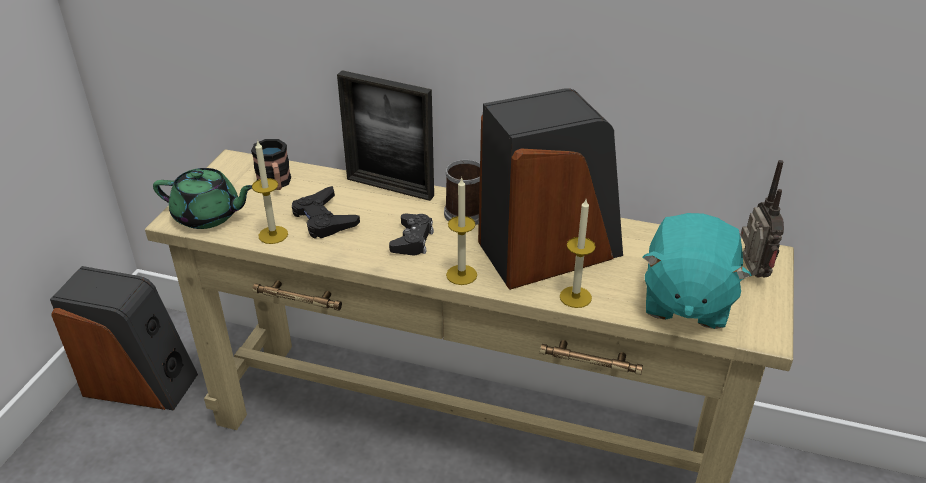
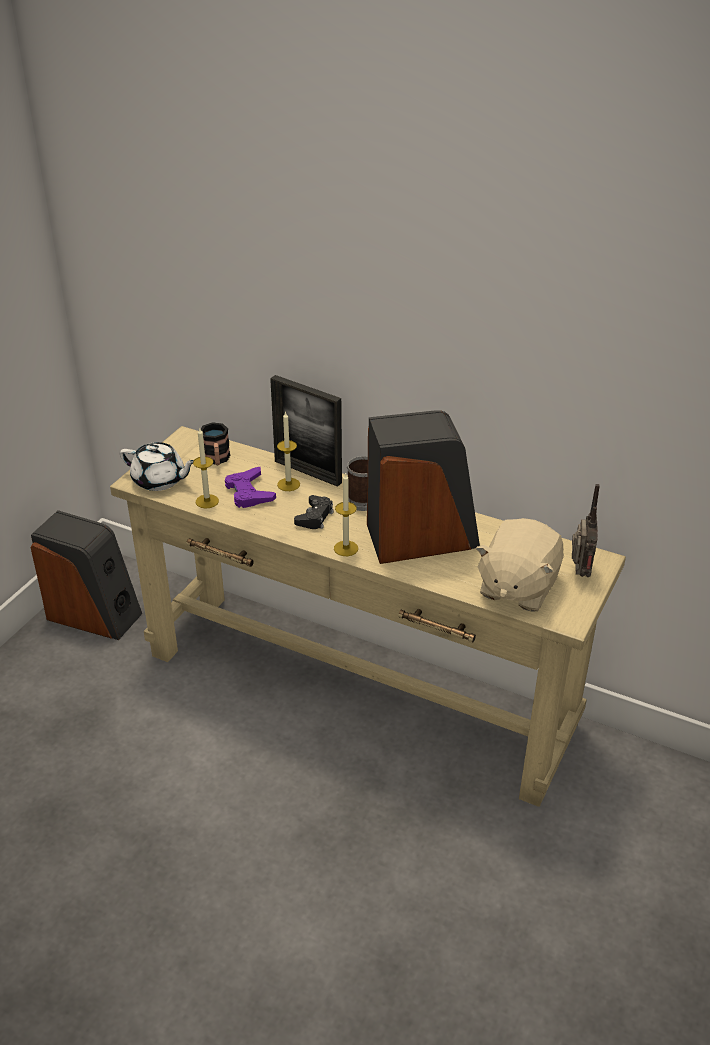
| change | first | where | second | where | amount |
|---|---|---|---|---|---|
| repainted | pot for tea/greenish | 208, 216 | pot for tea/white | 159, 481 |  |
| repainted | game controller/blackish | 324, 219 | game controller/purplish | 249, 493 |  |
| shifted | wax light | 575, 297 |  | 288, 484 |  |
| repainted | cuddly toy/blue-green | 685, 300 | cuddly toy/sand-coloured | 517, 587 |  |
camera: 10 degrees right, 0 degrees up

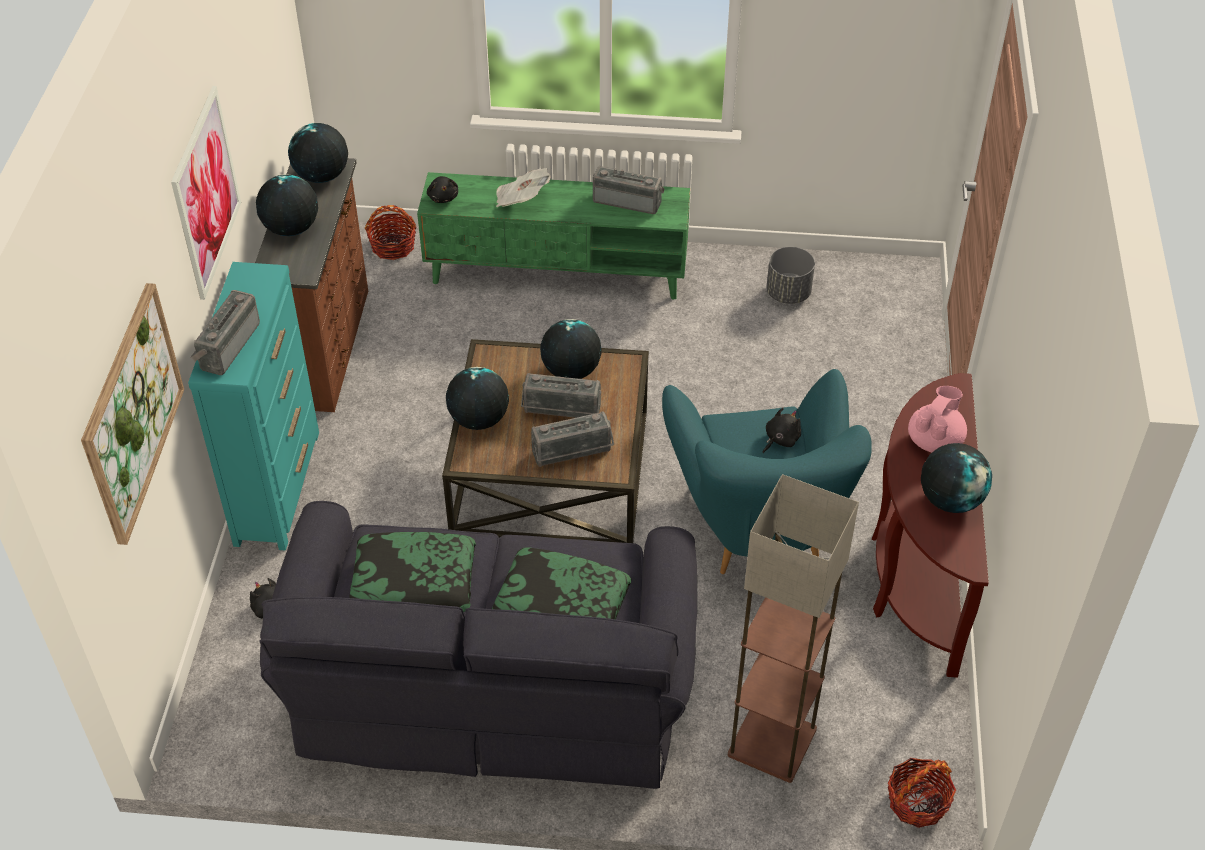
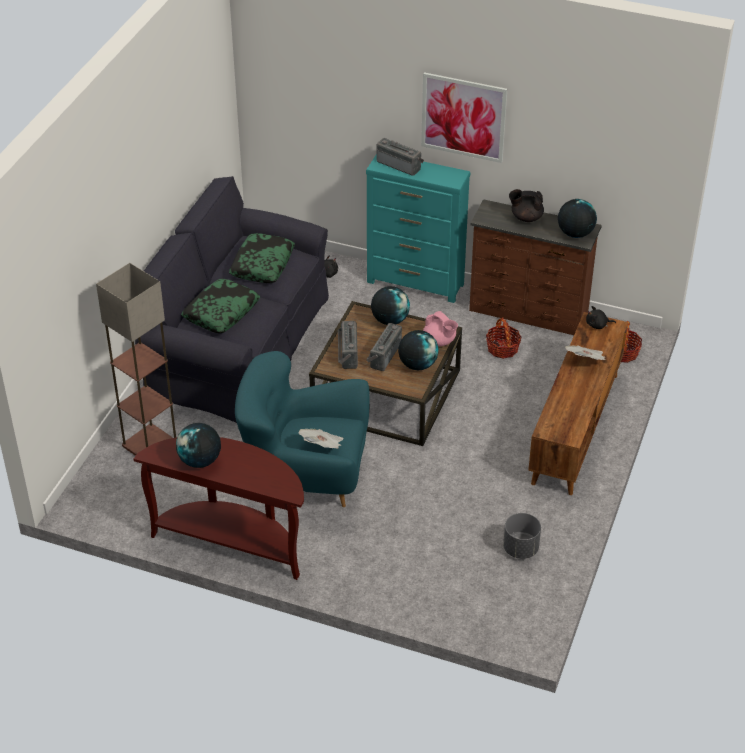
| change | first | where | second | where | amount |
|---|---|---|---|---|---|
| swapped | cuddly toy/blackish | 780, 439 | printed paper | 322, 446 |  |
| shifted | pot for tea/pink | 935, 440 |  | 439, 341 |  |
| shifted | household basket | 917, 802 |  | 502, 348 |  |
| swapped | desk globe | 291, 229 | pot for tea/blackish | 526, 217 |  |
| repainted | media console/greenish | 558, 272 | media console/brown-coloured | 575, 428 |  |
| gone | wall art | 131, 412 |  |  |  |
| gone | radio receiver | 628, 200 |  |  |  |
camera: 105 degrees right, 5 degrees down

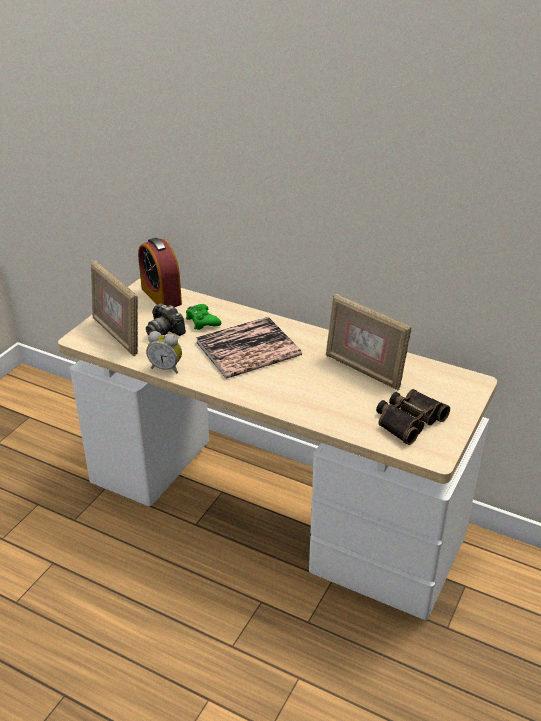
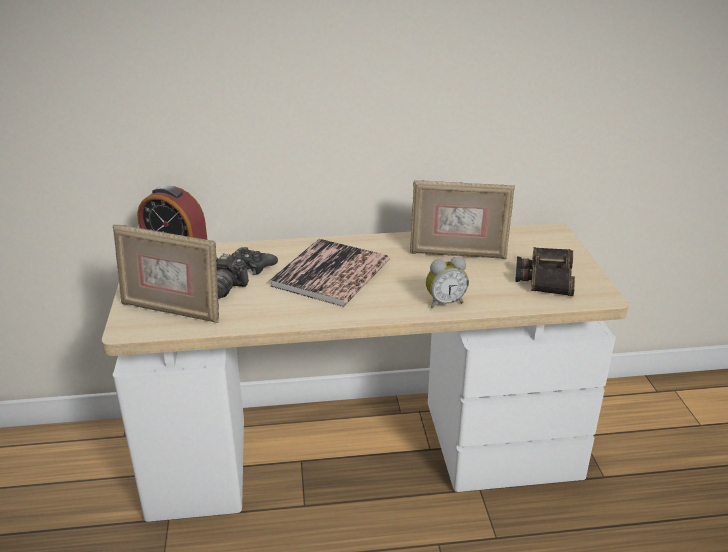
| change | first | where | second | where | amount |
|---|---|---|---|---|---|
| repainted | game controller/greenish | 202, 321 | game controller/blackish | 252, 266 |  |
| shifted | alarm clock | 166, 368 |  | 444, 302 |  |
camera: 35 degrees left, 5 degrees down

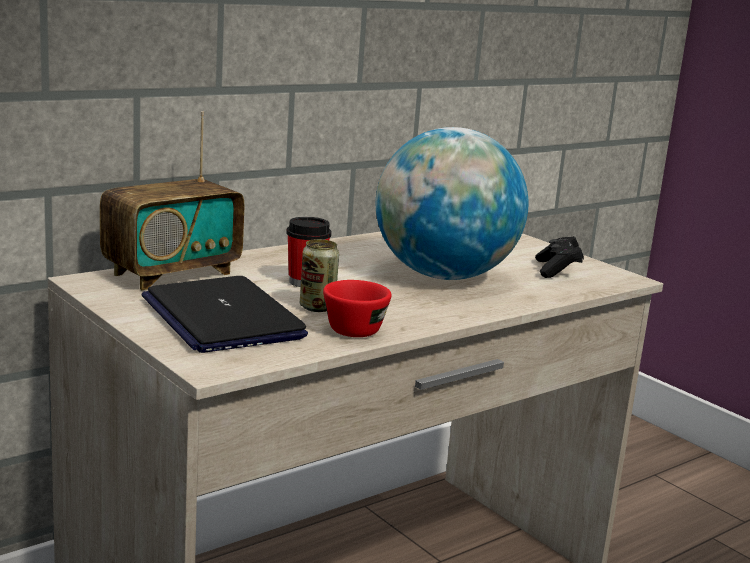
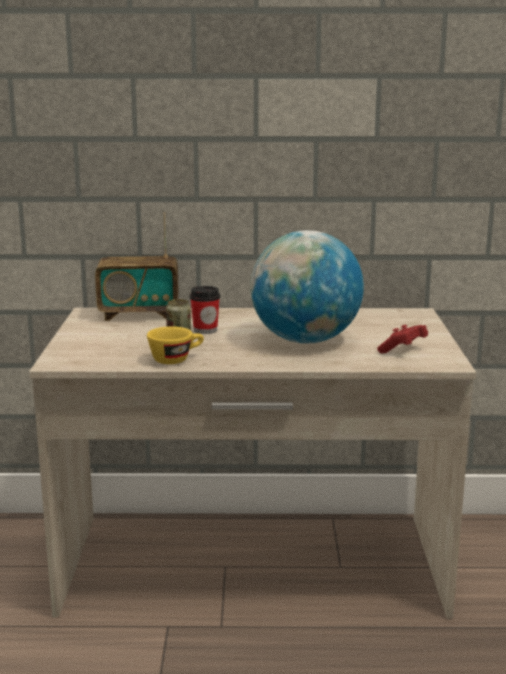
| change | first | where | second | where | amount |
|---|---|---|---|---|---|
| repainted | cup/red-coloured | 357, 328 | cup/yellowish | 176, 359 |  |
| repainted | game controller/blackish | 557, 270 | game controller/red-coloured | 403, 350 |  |
| gone | laptop | 221, 317 |  |  |  |
camera: 40 degrees right, 0 degrees up

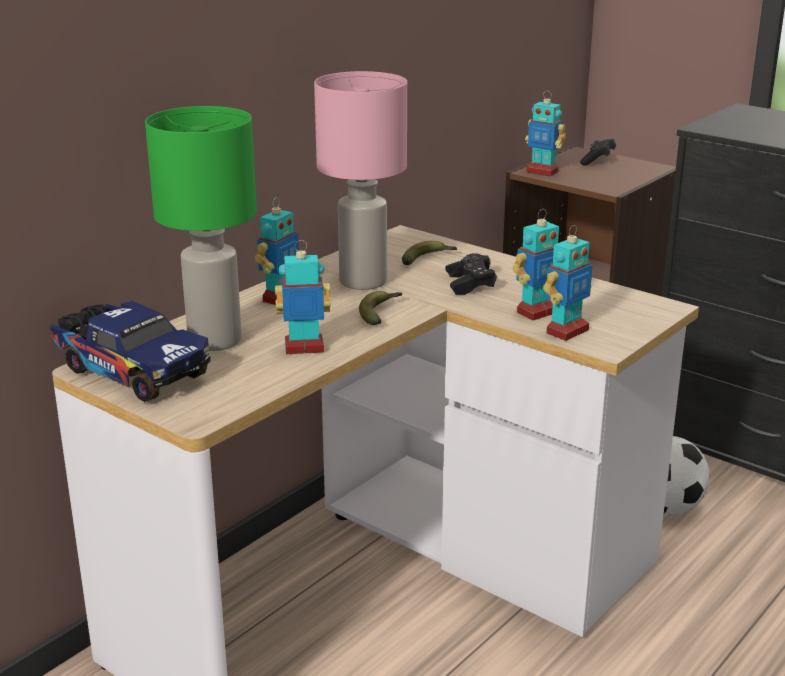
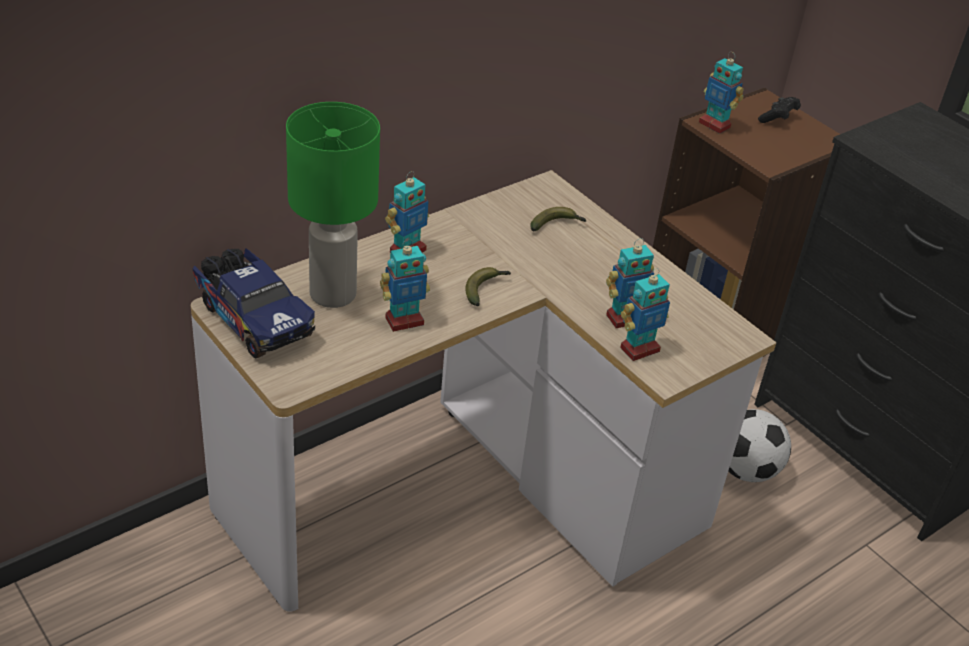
| change | first | where | second | where | amount |
|---|---|---|---|---|---|
| rotated | robot figure | 304, 348 |  | 404, 321 | 150 degrees clockwise |
| gone | table lamp/pink | 361, 281 |  |  |  |
| gone | game controller/blackish | 470, 284 |  |  |  |
camera: 10 degrees right, 15 degrees up

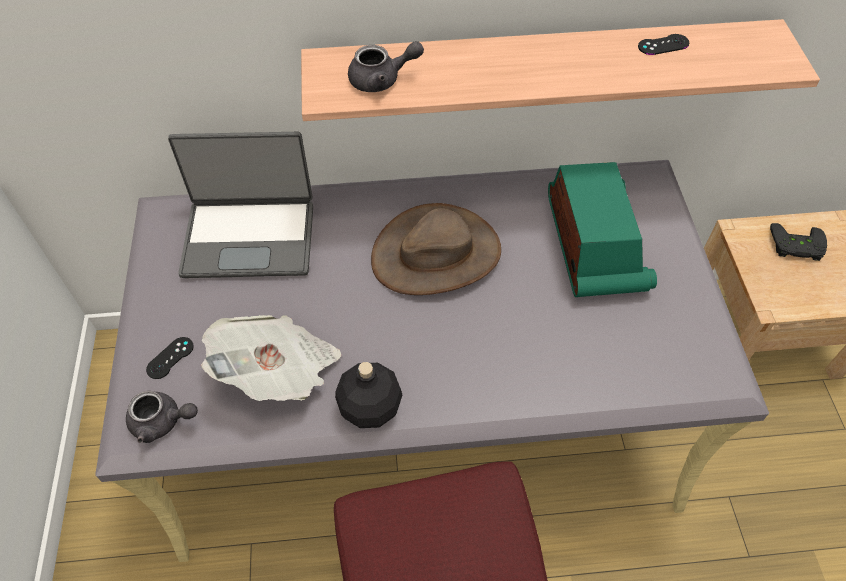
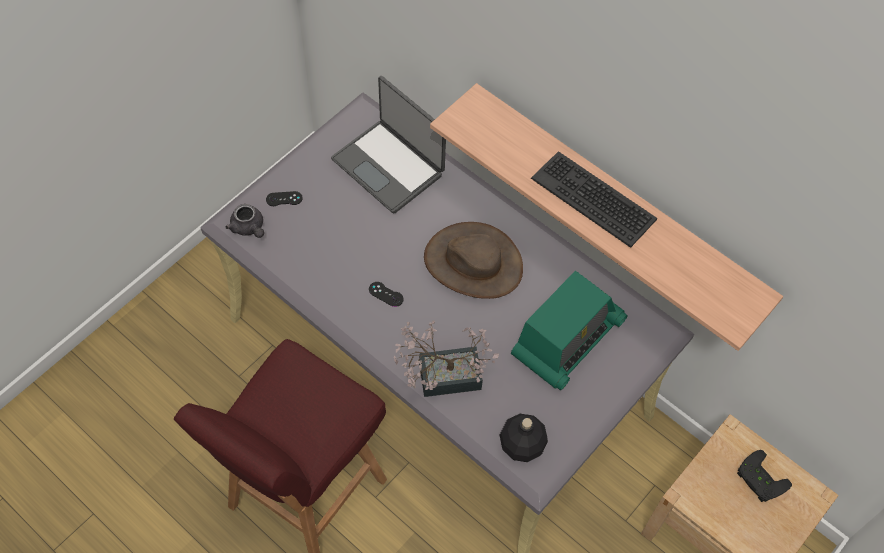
| change | first | where | second | where | amount |
|---|---|---|---|---|---|
| shifted | game controller/blackish | 663, 45 |  | 386, 294 |  |
| new |  |  | houseplant | 441, 376 |  |
| shifted | beverage bottle/blackish | 371, 408 |  | 522, 446 |  |
| new |  |  | computer keyboard | 594, 198 |  |
| gone | printed paper | 279, 371 |  |  |  |
| gone | pot for tea/greyish | 382, 80 |  |  |  |
camera: 45 degrees right, 5 degrees up

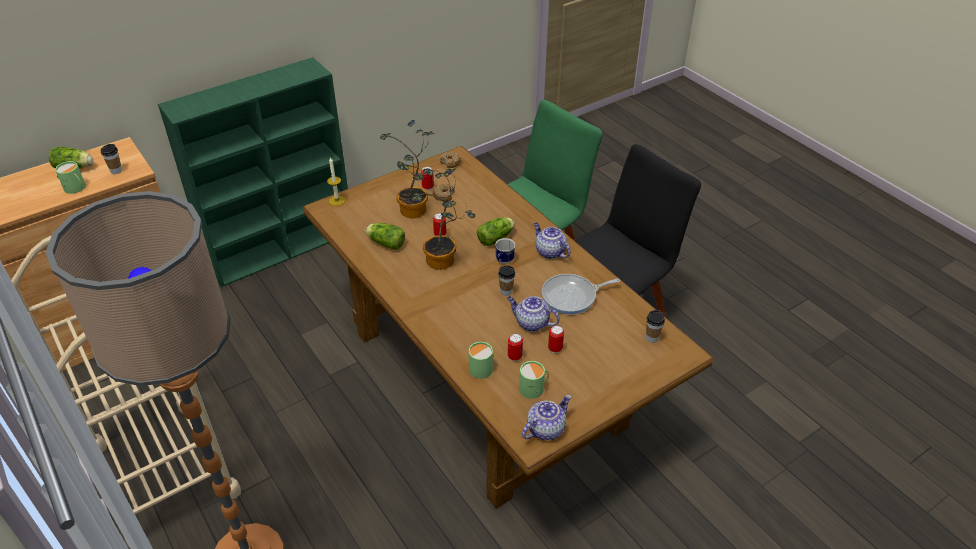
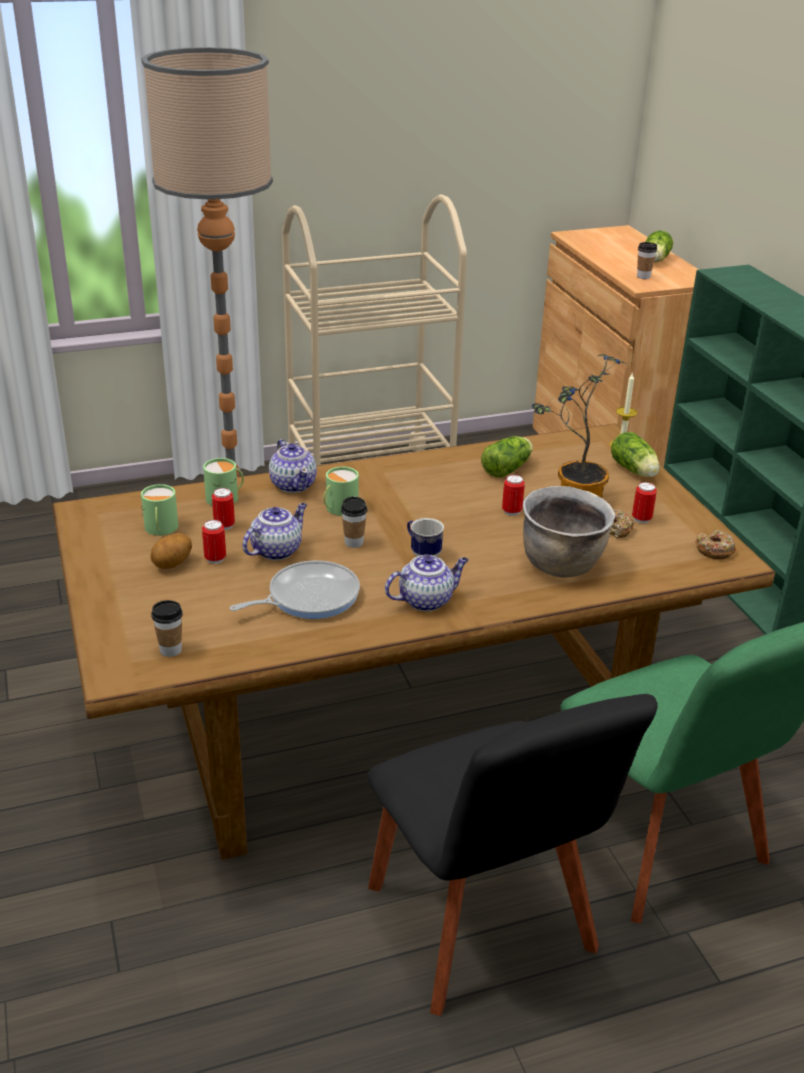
| change | first | where | second | where | amount |
|---|---|---|---|---|---|
| new |  |  | spud | 173, 564 |  |
| rotated | frying pan | 572, 297 |  | 308, 597 | 60 degrees clockwise |
| shifted | pot for tea | 545, 429 |  | 293, 484 |  |
| shifted | coffee mug/greenish | 76, 188 |  | 339, 508 |  |
| new |  |  | saucepot/brown-coloured | 562, 565 |  |
| shifted | head of lettuce | 497, 238 |  | 635, 471 |  |
| gone | houseplant | 444, 262 |  |  |  |
camera: 105 degrees right, 10 degrees down

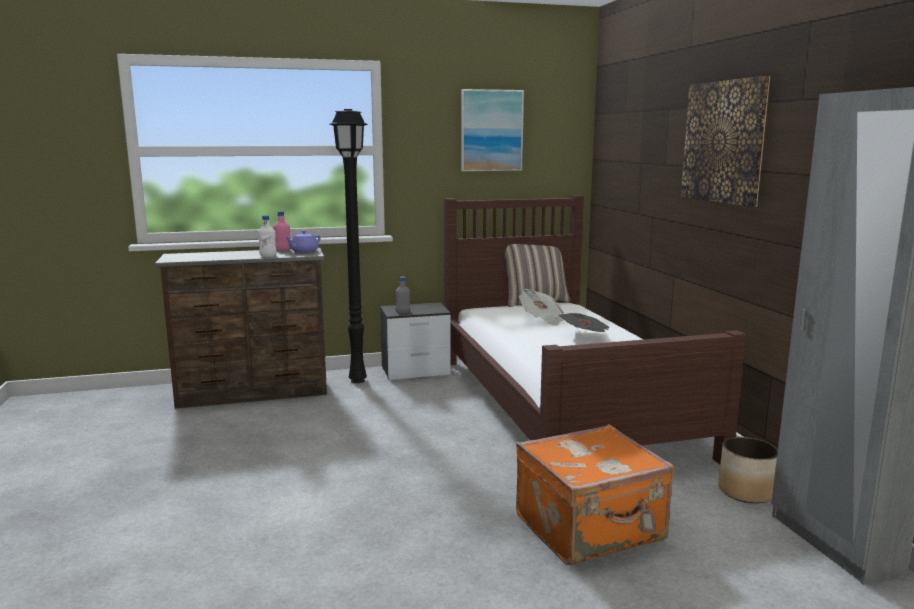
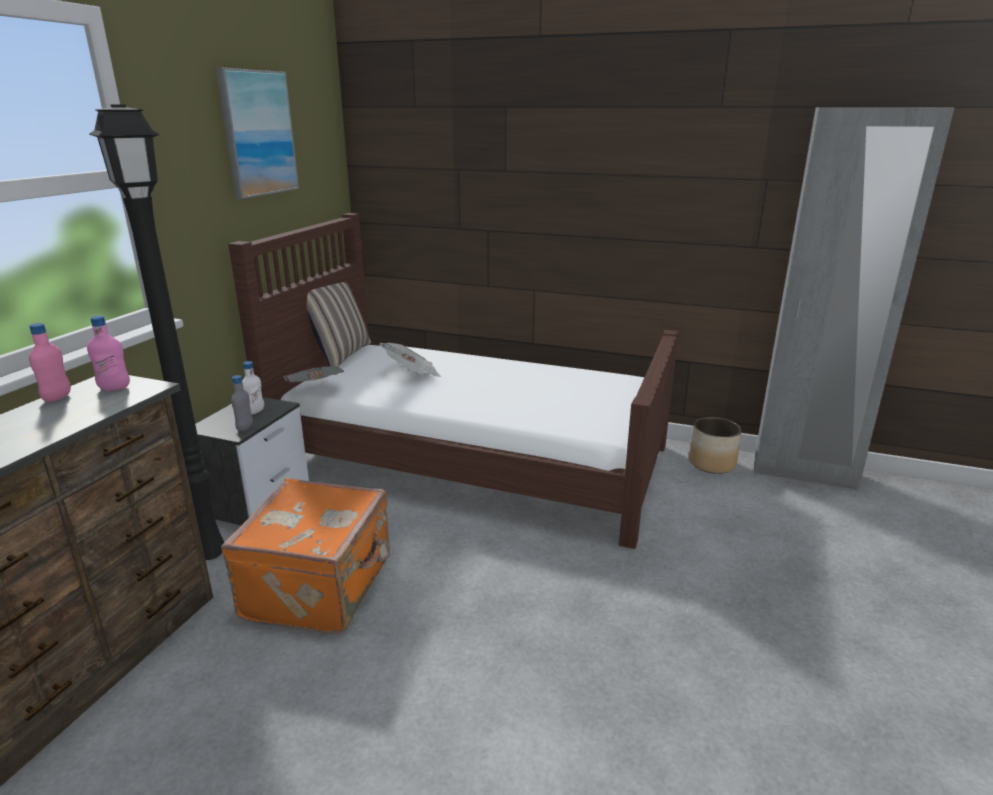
| change | first | where | second | where | amount |
|---|---|---|---|---|---|
| swapped | pot for tea/purplish | 303, 252 | beverage bottle/pink | 114, 388 |  |
| shifted | piece of luggage/orangey | 591, 529 |  | 321, 587 |  |
| shifted | beverage bottle/white | 268, 256 |  | 255, 411 |  |
| shifted | printed paper | 585, 336 |  | 315, 390 |  |
| gone | wall art | 724, 142 |  |  |  |
camera: 55 degrees left, 10 degrees up

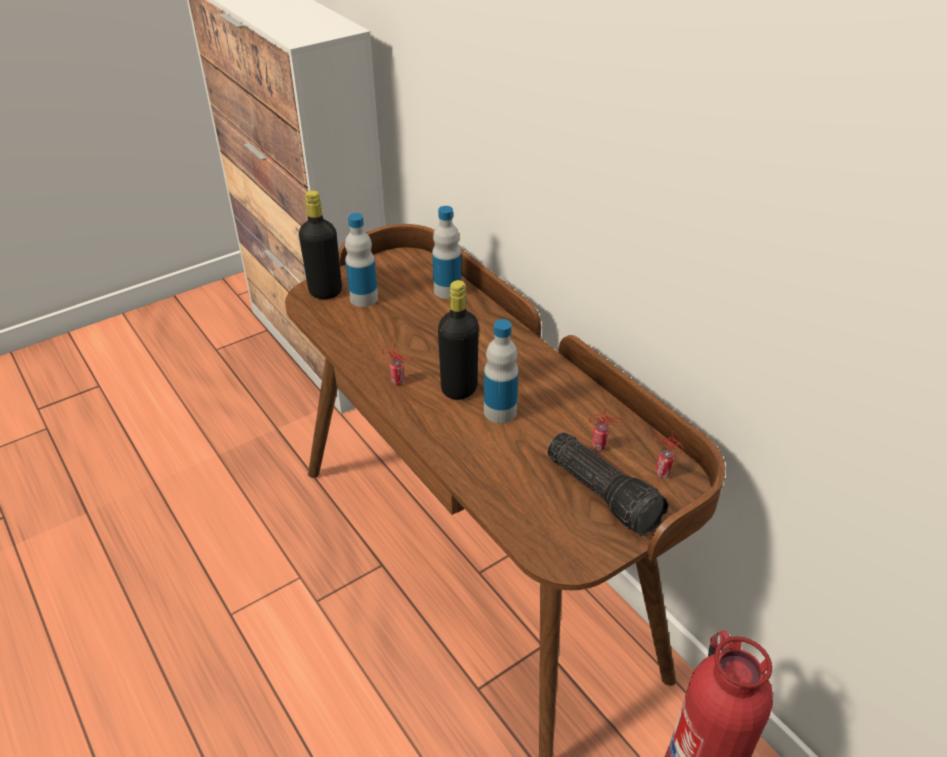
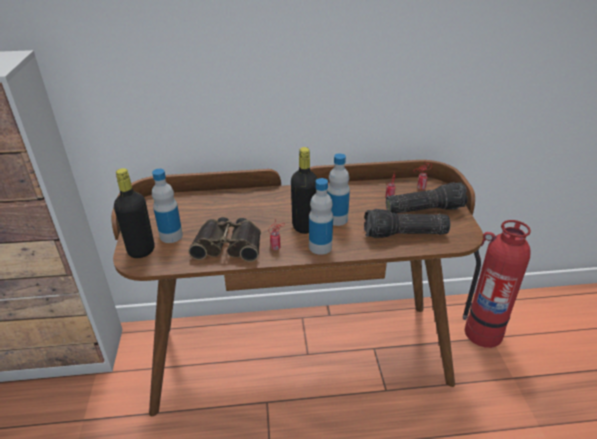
| change | first | where | second | where | amount |
|---|---|---|---|---|---|
| new |  |  | binoculars | 229, 244 |  |
| shifted | beverage bottle | 447, 290 |  | 320, 247 |  |
| new |  |  | hand torch | 404, 235 |  |
camera: 60 degrees left, 5 degrees down

